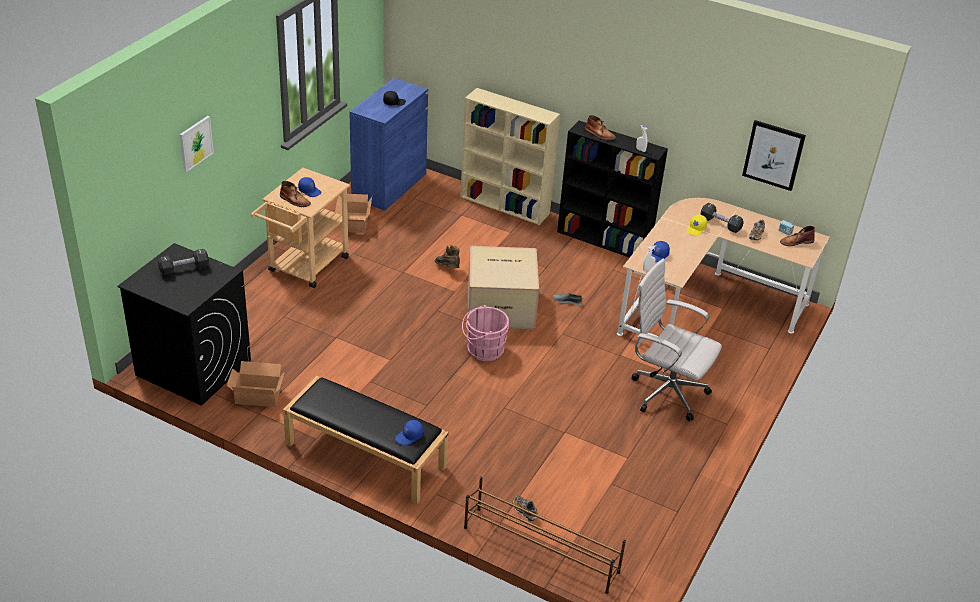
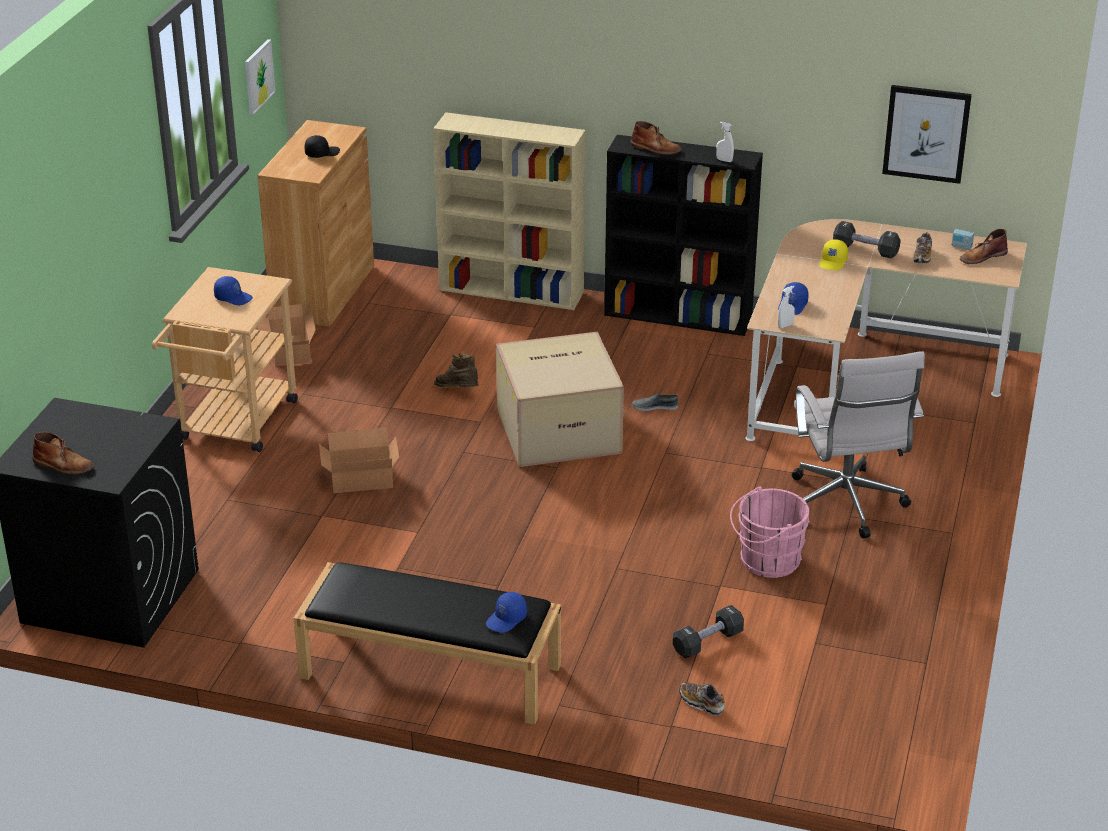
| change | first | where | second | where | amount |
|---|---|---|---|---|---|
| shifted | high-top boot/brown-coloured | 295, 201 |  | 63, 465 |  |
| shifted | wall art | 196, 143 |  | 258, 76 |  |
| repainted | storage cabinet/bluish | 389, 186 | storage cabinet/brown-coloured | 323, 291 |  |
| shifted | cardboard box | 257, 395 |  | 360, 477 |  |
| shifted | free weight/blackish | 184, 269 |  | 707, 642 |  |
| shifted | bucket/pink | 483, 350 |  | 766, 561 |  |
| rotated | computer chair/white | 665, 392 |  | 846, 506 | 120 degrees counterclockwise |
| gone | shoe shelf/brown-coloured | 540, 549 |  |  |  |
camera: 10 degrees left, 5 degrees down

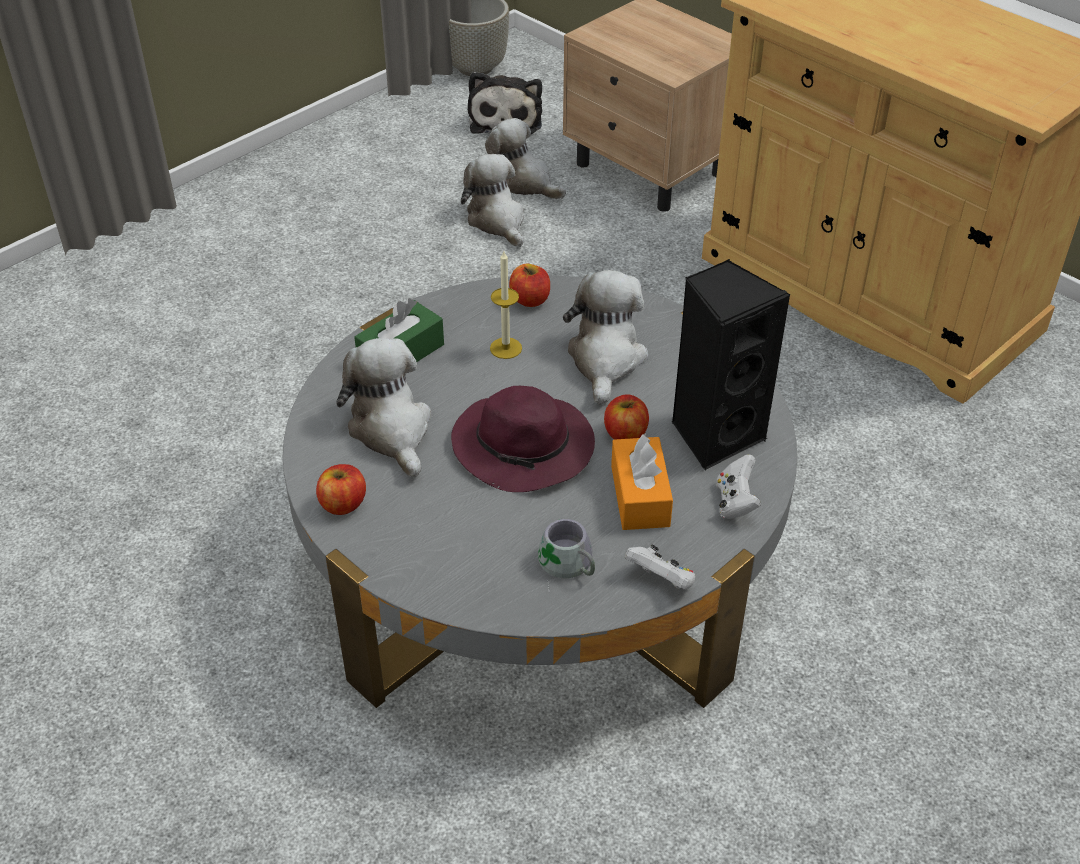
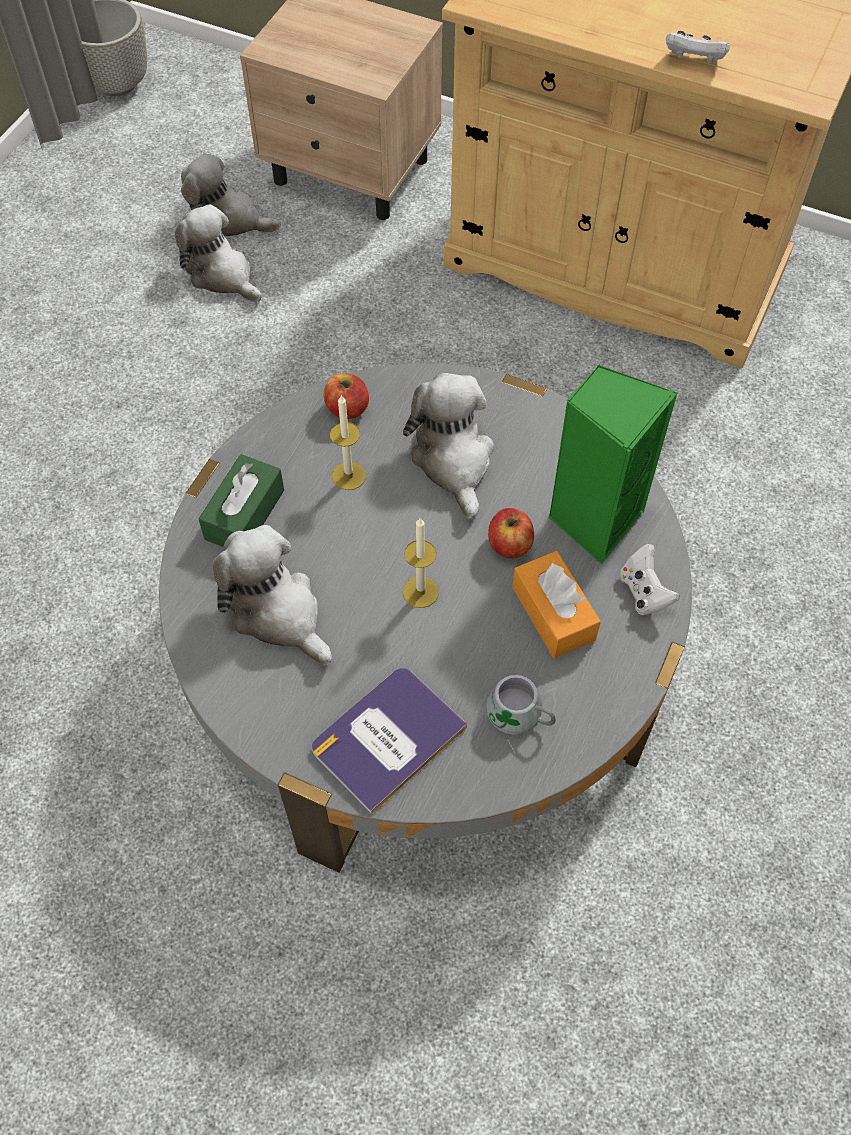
| change | first | where | second | where | amount |
|---|---|---|---|---|---|
| new |  |  | volume | 387, 738 |  |
| swapped | clothing hat/purplish | 525, 448 | wax light | 420, 592 |  |
| repainted | audio speaker/blackish | 715, 434 | audio speaker/greenish | 593, 519 |  |
| shifted | game controller/white | 662, 581 |  | 693, 61 |  |
| gone | whole apple | 343, 504 |  |  |  |
| gone | cuddly toy | 506, 118 |  |  |  |
camera: 20 degrees left, 15 degrees up

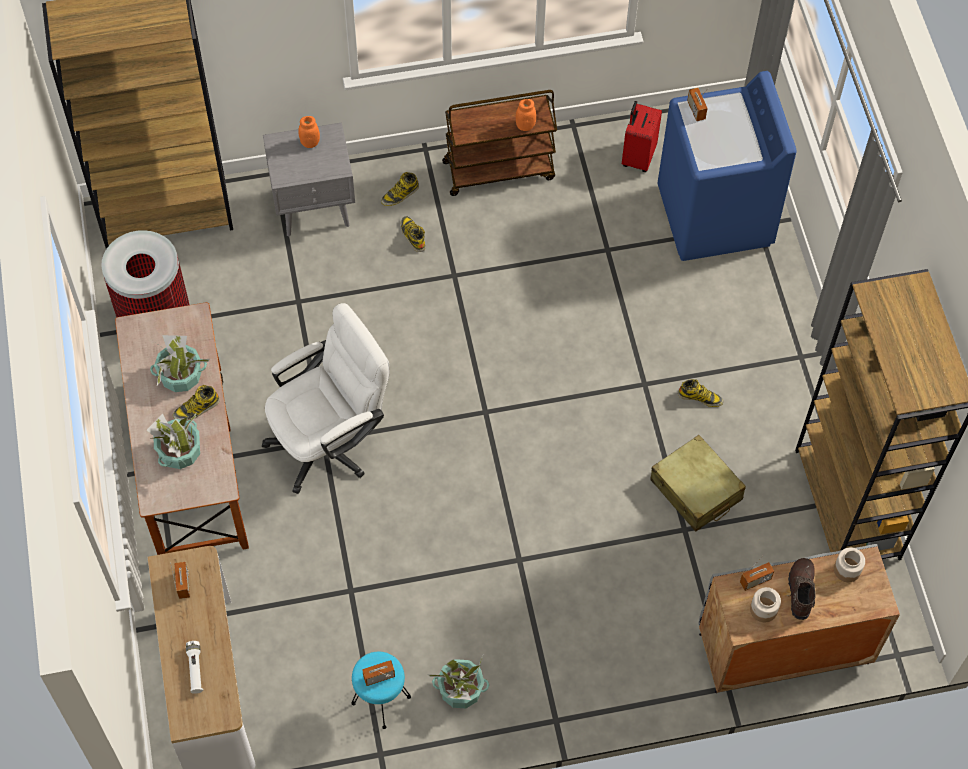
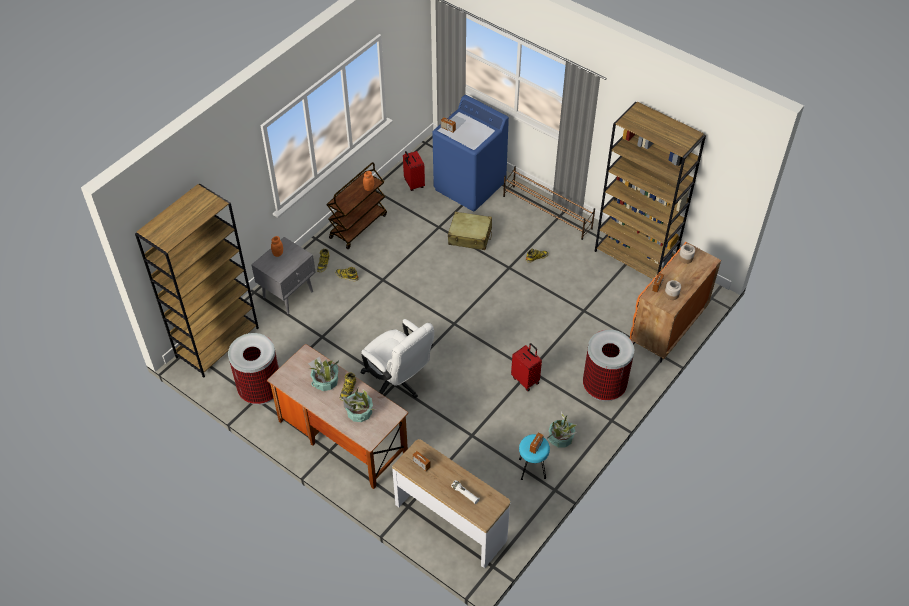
| change | first | where | second | where | amount |
|---|---|---|---|---|---|
| rotated | computer chair/white | 330, 440 |  | 398, 382 | 120 degrees clockwise |
| shifted | piece of luggage/sand-coloured | 696, 490 |  | 470, 236 |  |
| new |  |  | shoe shelf/brown-coloured | 547, 212 |  |
| new |  |  | piece of luggage/red-coloured | 526, 380 |  |
| new |  |  | rubbish bin | 604, 387 |  |
| repainted | storage cabinet/greyish | 782, 649 | storage cabinet/orangey | 668, 327 |  |
| gone | high-top boot/brown-coloured | 800, 591 |  |  |  |
camera: 40 degrees left, 10 degrees down

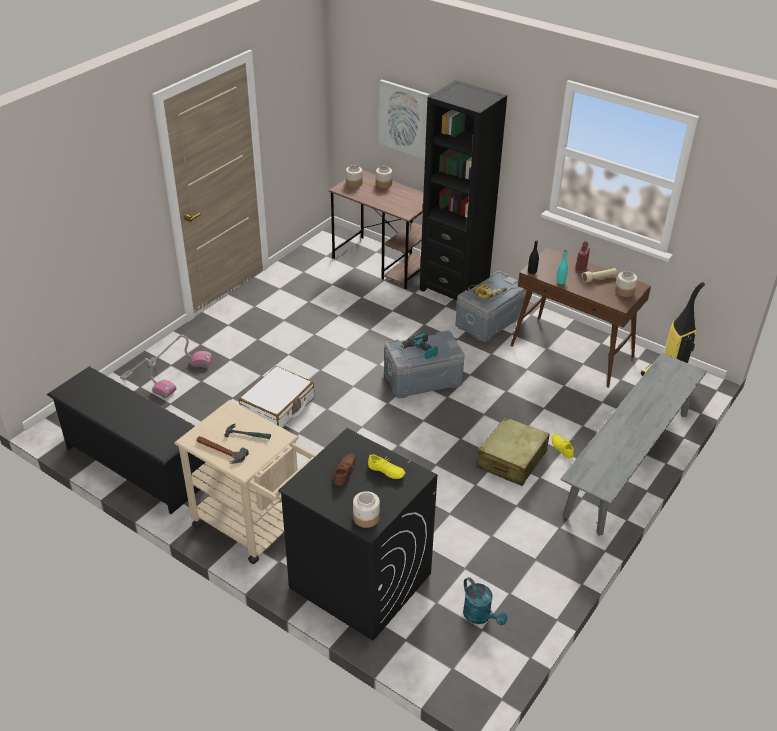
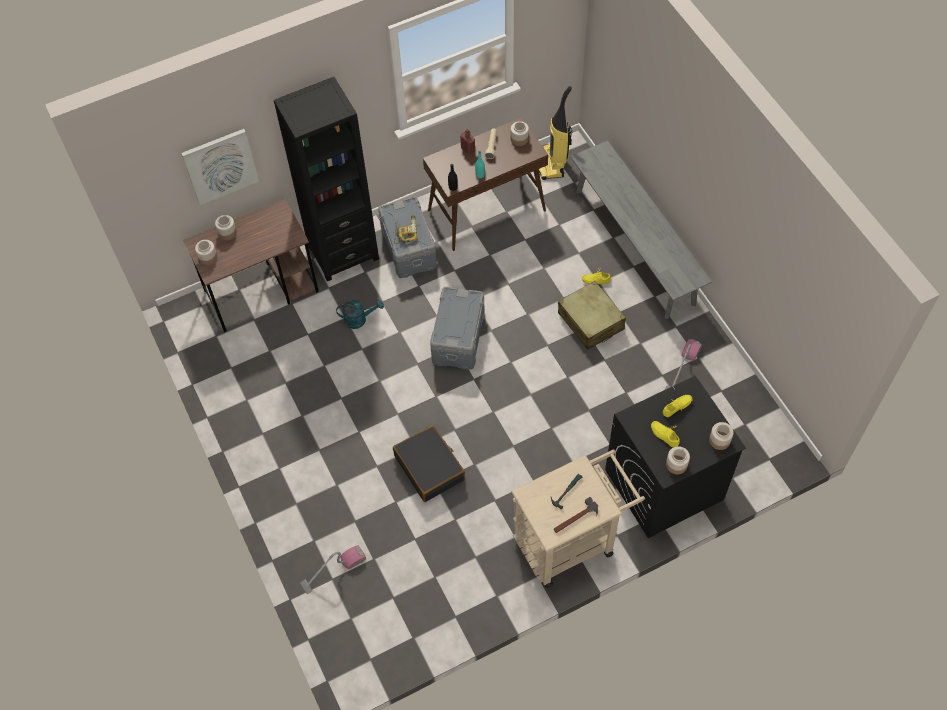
| change | first | where | second | where | amount |
|---|---|---|---|---|---|
| shifted | watering pot/blue-green | 480, 616 |  | 359, 319 |  |
| repainted | piece of luggage/white | 278, 406 | piece of luggage/blackish | 430, 468 |  |
| repainted | shoe/brown-coloured | 346, 472 | shoe/yellowish | 665, 434 |  |
| shifted | vacuum cleaner | 180, 362 |  | 682, 368 |  |
| new |  |  | preserve jar | 676, 465 |  |
| gone | shoe shelf/blackish | 136, 465 |  |  |  |
| gone | power drill | 420, 351 |  |  |  |
camera: 60 degrees left, 20 degrees up

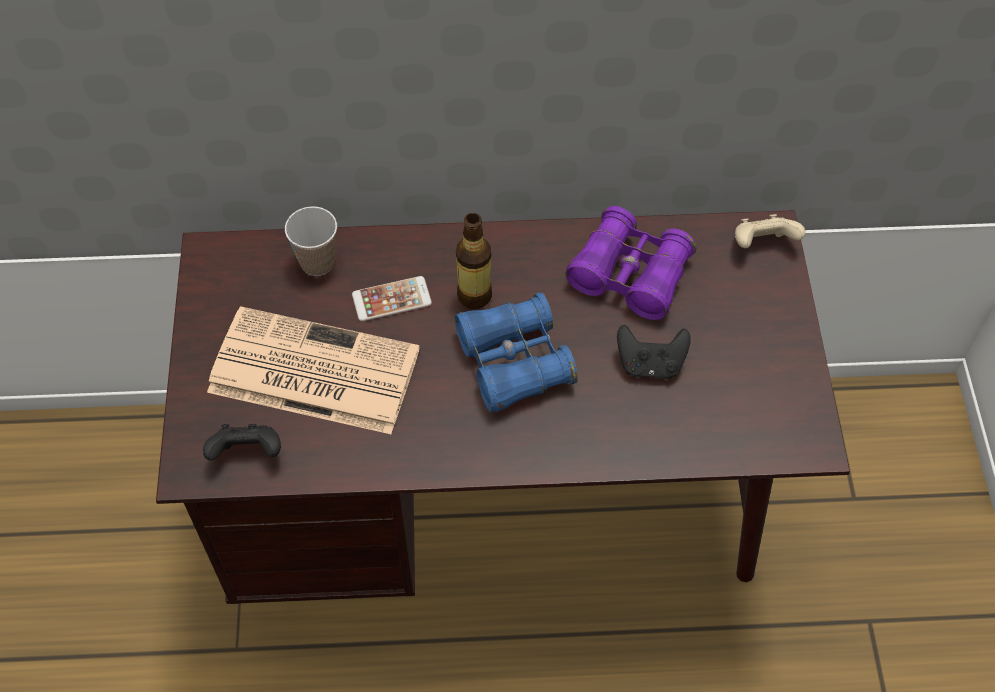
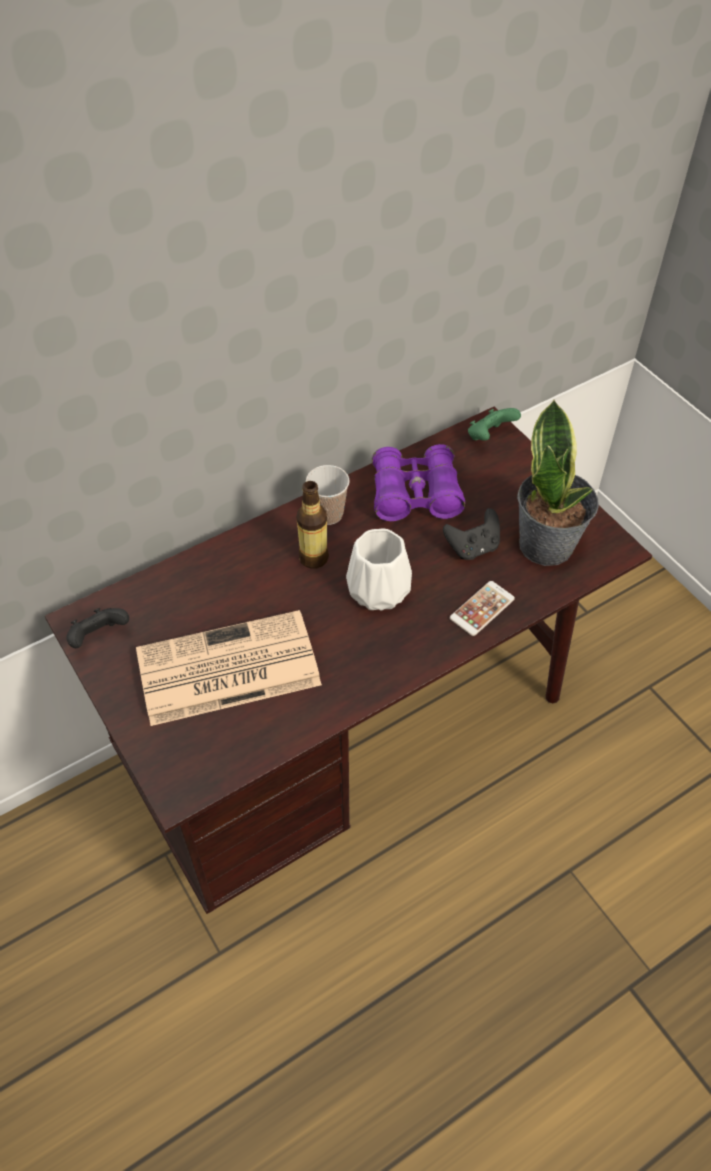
| change | first | where | second | where | amount |
|---|---|---|---|---|---|
| shifted | game controller/blackish | 247, 453 |  | 99, 637 |  |
| shifted | cup | 317, 262 |  | 328, 514 |  |
| swapped | binoculars/bluish | 514, 362 | vase/white | 376, 591 |  |
| shifted | handset | 391, 299 |  | 482, 608 |  |
| repainted | game controller/sand-coloured | 762, 244 | game controller/greenish | 489, 436 |  |
| new |  |  | houseplant | 547, 544 |  |
camera: 30 degrees left, 5 degrees down

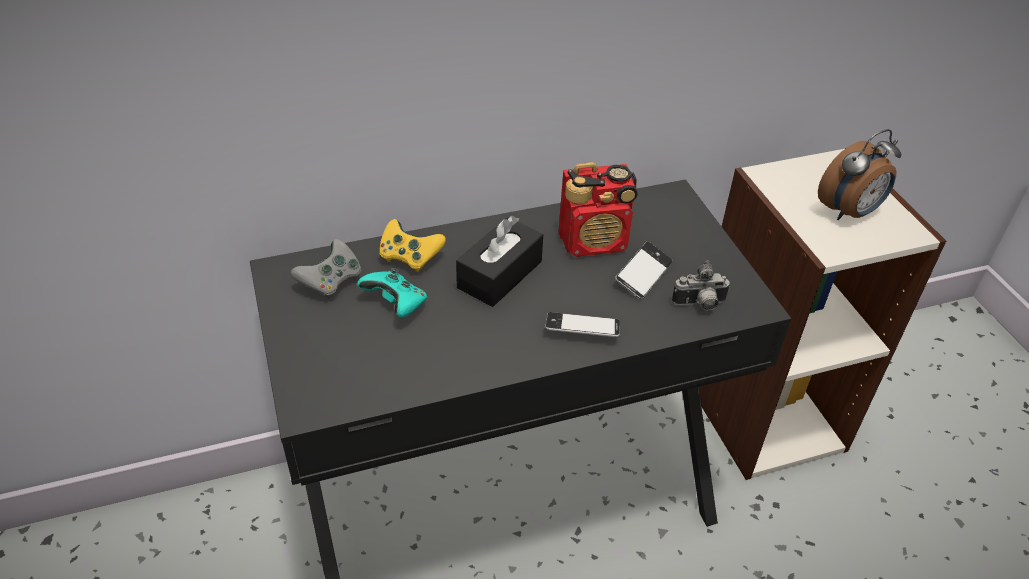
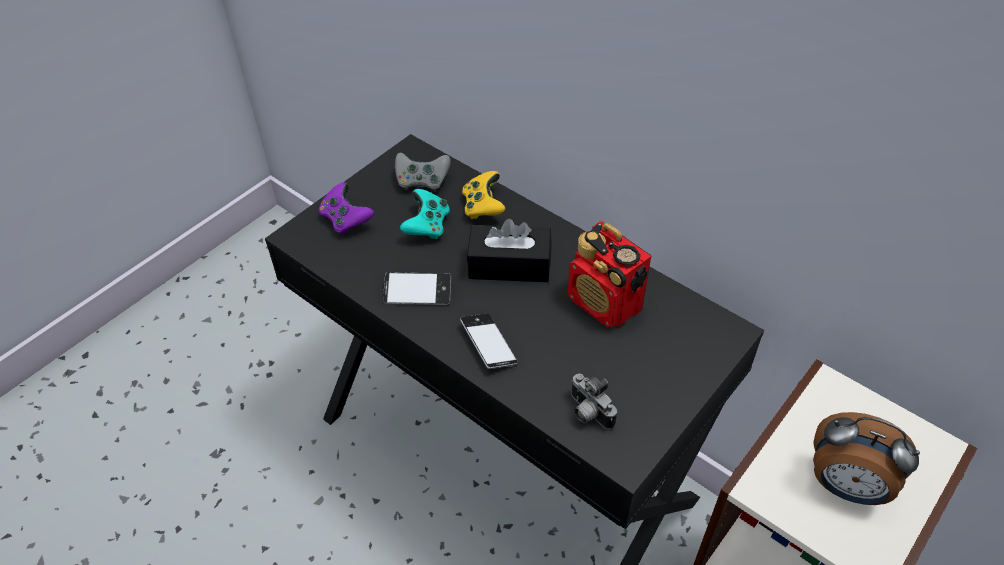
| change | first | where | second | where | amount |
|---|---|---|---|---|---|
| new |  |  | game controller/purplish | 346, 220 |  |
| shifted | handset | 643, 275 |  | 417, 293 |  |
camera: 60 degrees right, 5 degrees up

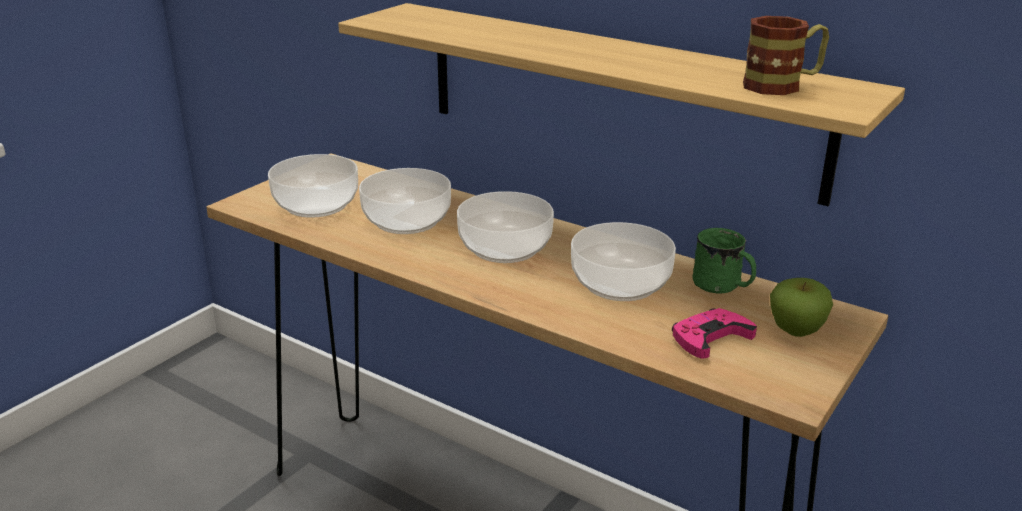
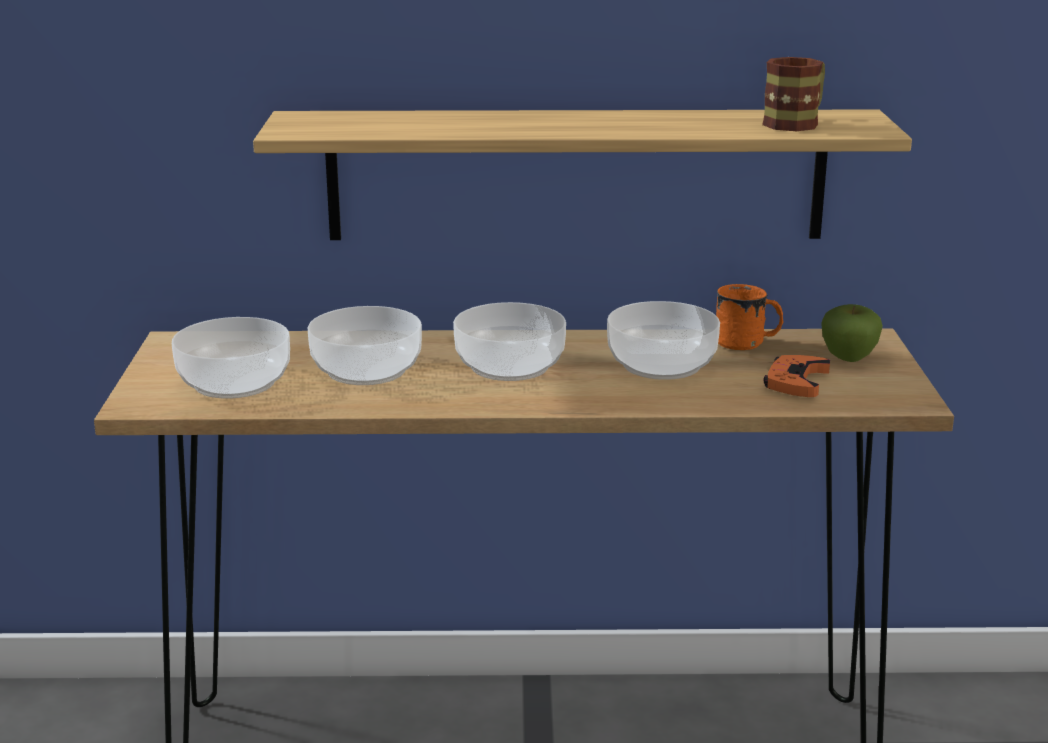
| change | first | where | second | where | amount |
|---|---|---|---|---|---|
| repainted | coffee mug/greenish | 722, 287 | coffee mug/orangey | 747, 343 |  |
| repainted | game controller/pink | 710, 338 | game controller/orangey | 795, 382 |  |
camera: 35 degrees left, 5 degrees down

